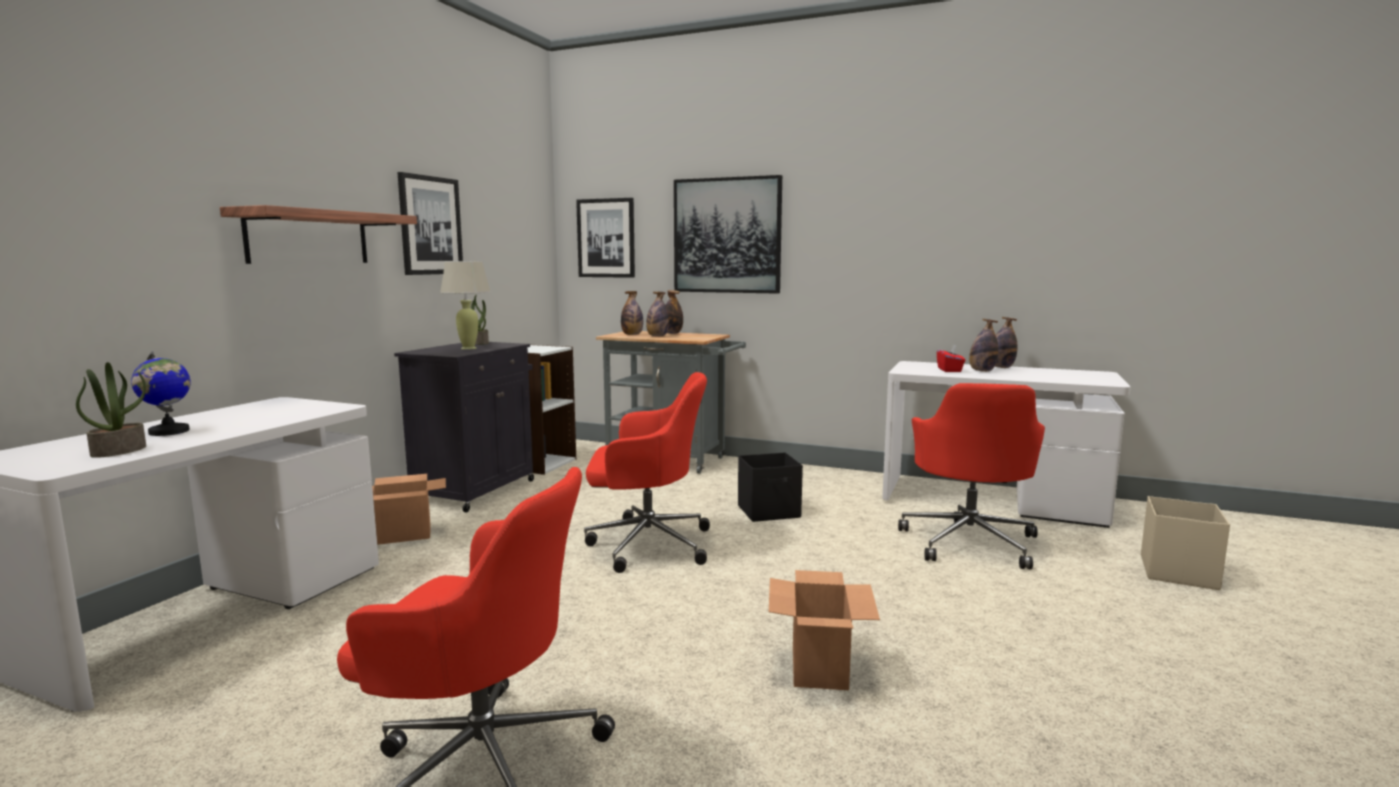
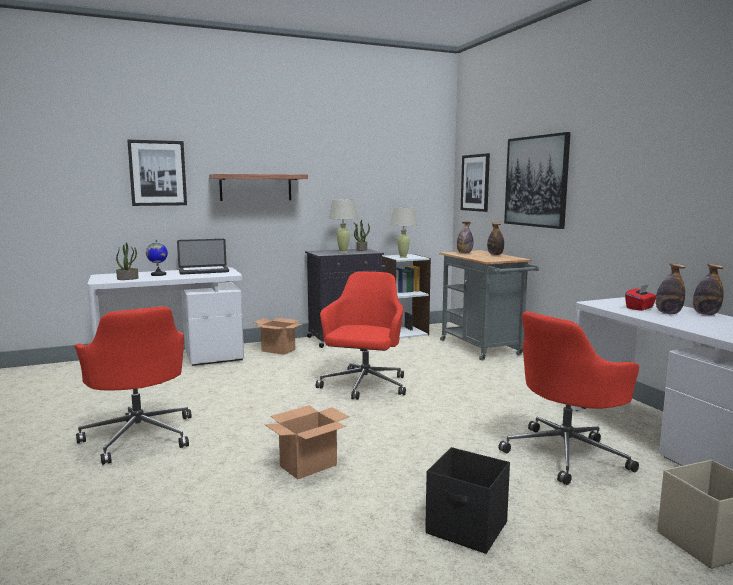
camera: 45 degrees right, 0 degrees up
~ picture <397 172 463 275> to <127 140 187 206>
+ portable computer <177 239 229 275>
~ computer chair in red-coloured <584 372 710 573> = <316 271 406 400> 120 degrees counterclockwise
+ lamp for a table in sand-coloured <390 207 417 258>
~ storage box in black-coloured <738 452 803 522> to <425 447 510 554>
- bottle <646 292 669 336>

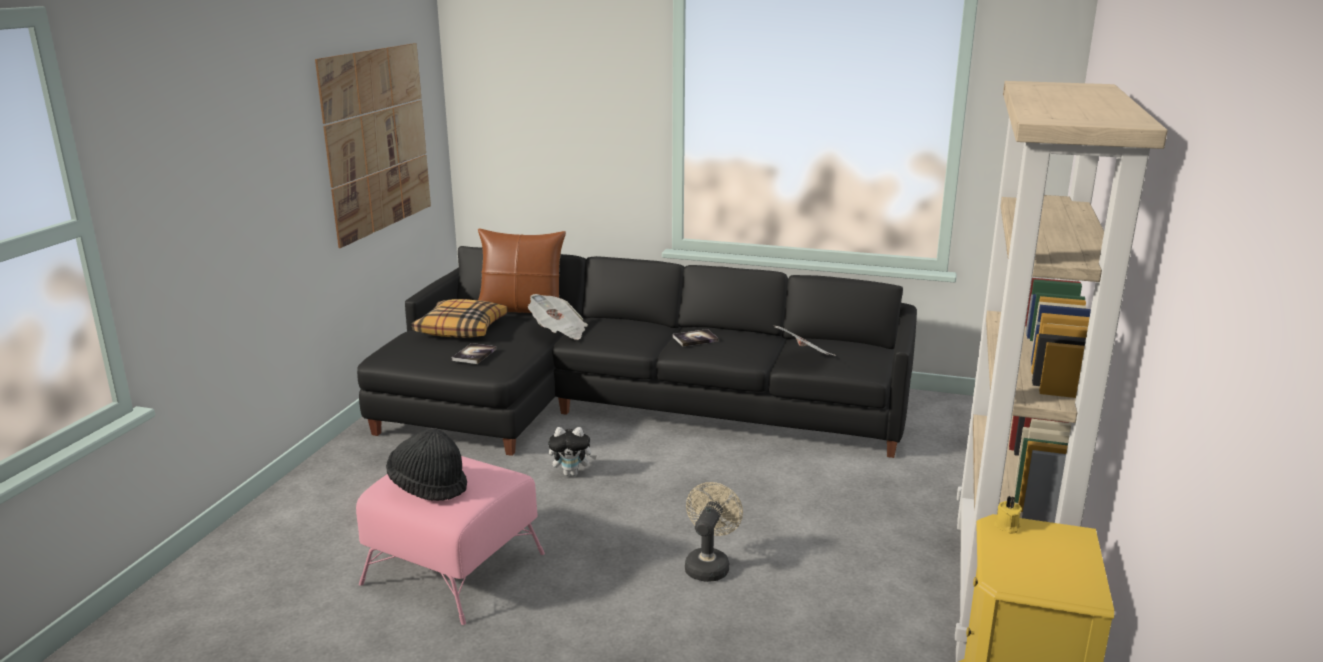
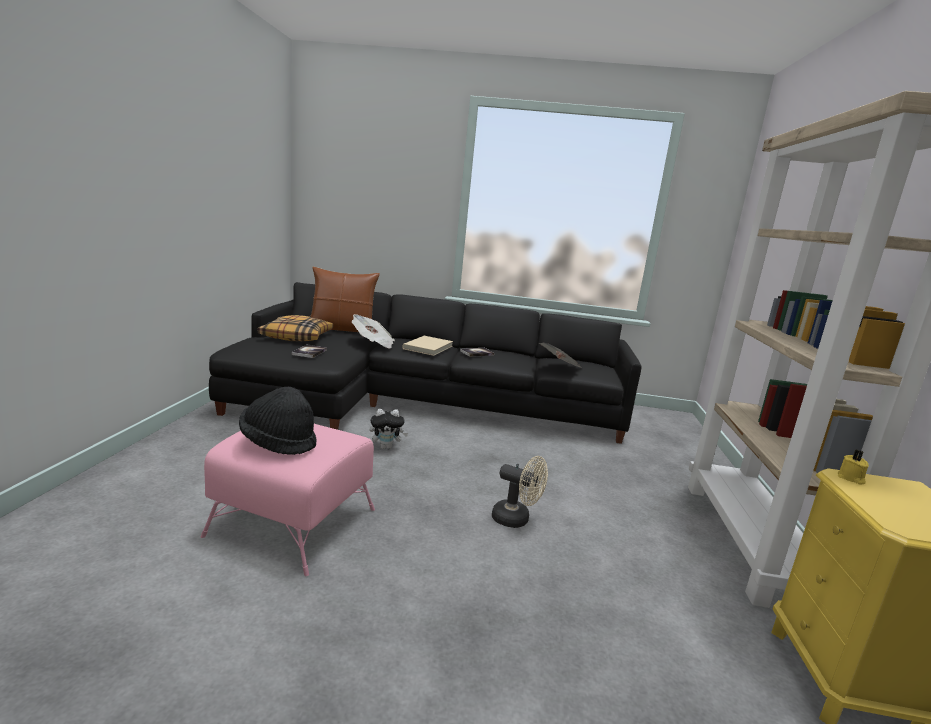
camera: 10 degrees left, 5 degrees down
+ bound book in sand-coloured <402 336 453 356>
~ cooling fan in sand-coloured <685 482 743 582> = <492 456 548 528> 105 degrees clockwise
- picture <315 43 431 248>

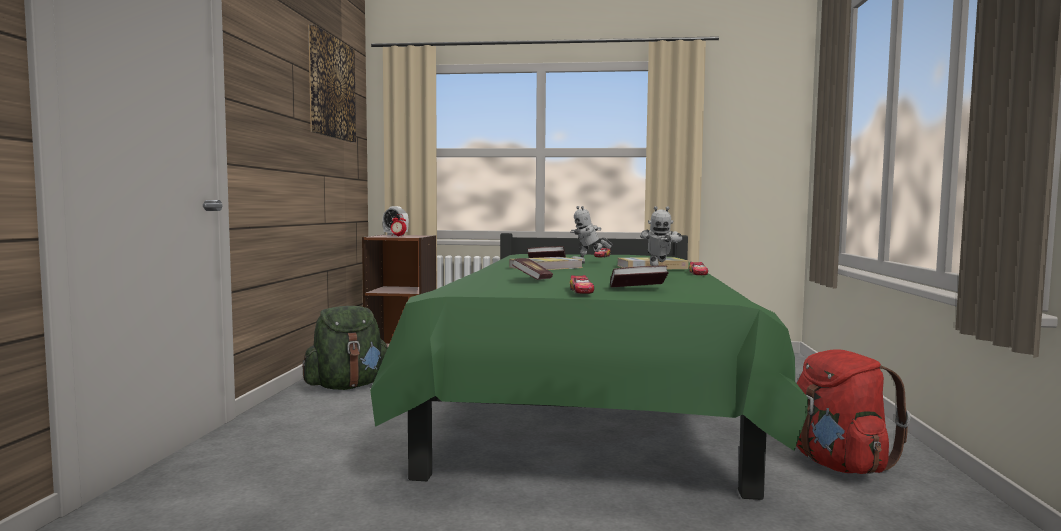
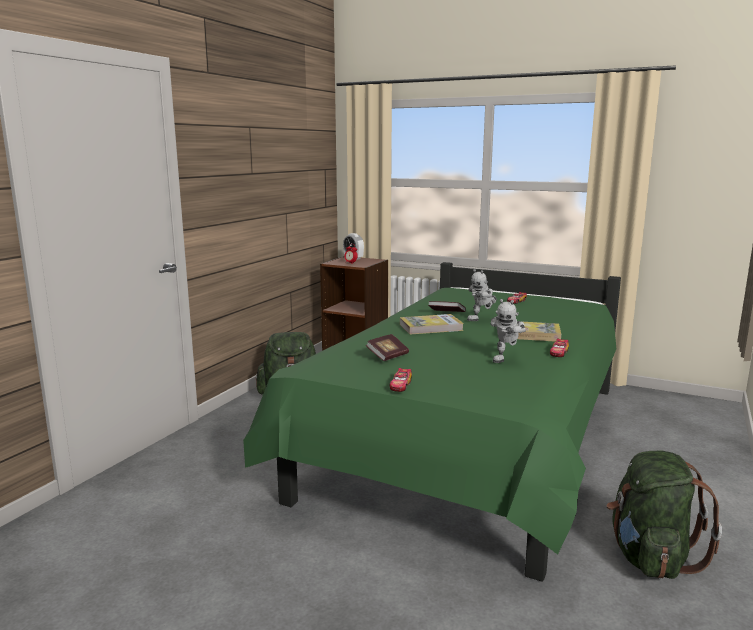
camera: 20 degrees right, 10 degrees up
~ model robot <570 206 613 264> = <467 269 497 321> 45 degrees counterclockwise
~ backpack in red-coloured <796 349 911 474> to backpack in green <607 451 722 579>
- picture <308 24 356 142>
- bound book <610 265 669 287>

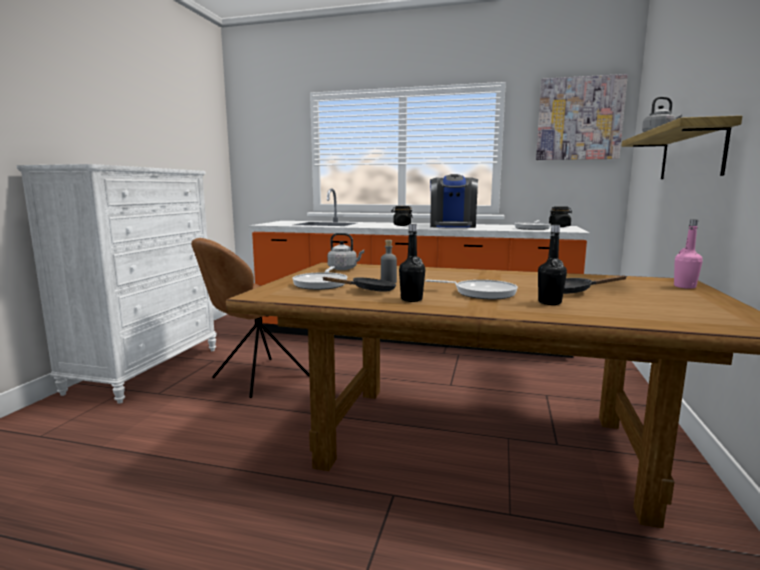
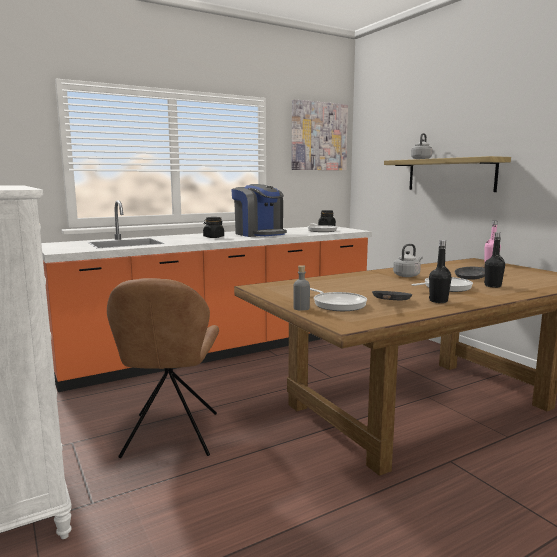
camera: 45 degrees left, 0 degrees up
~ bottle in greyish <381 240 397 283> to <293 265 310 311>
~ water kettle in greyish <327 233 364 270> to <393 244 423 277>

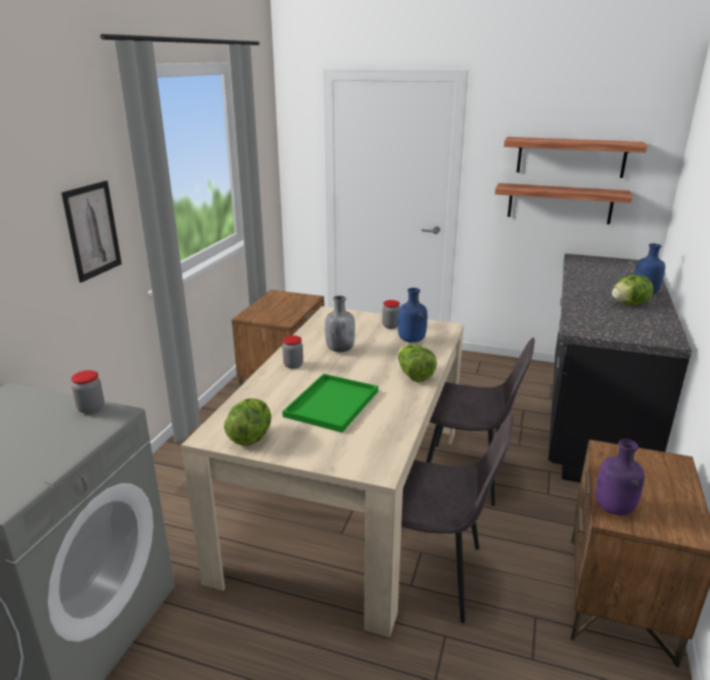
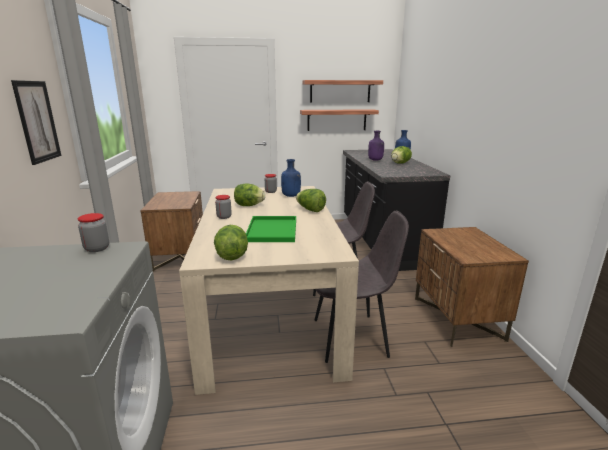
camera: 25 degrees left, 5 degrees down
~ bottle in greyish <325 296 355 352> to lettuce <234 183 265 206>
~ bottle in purplish <595 439 645 515> to <368 131 384 161>

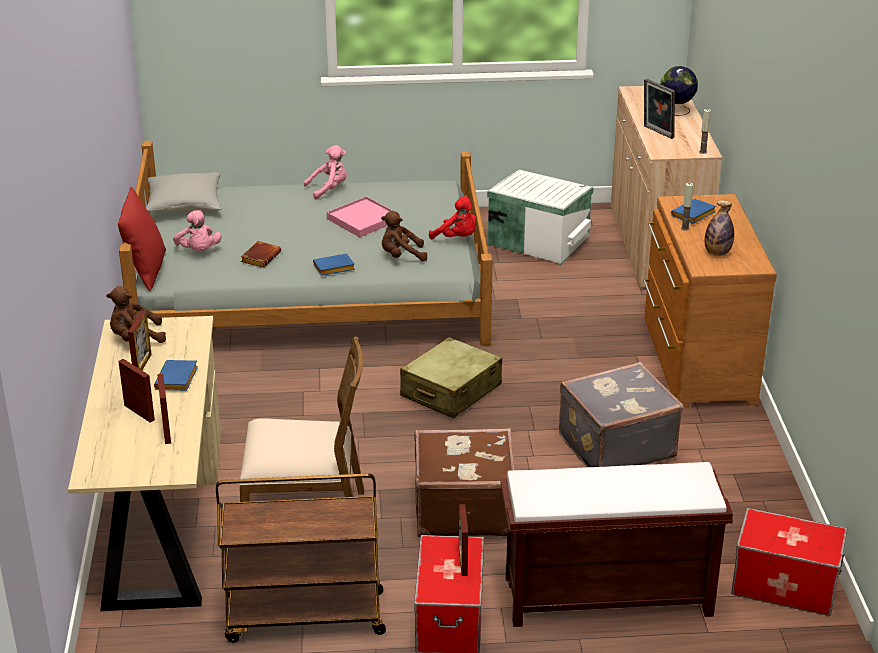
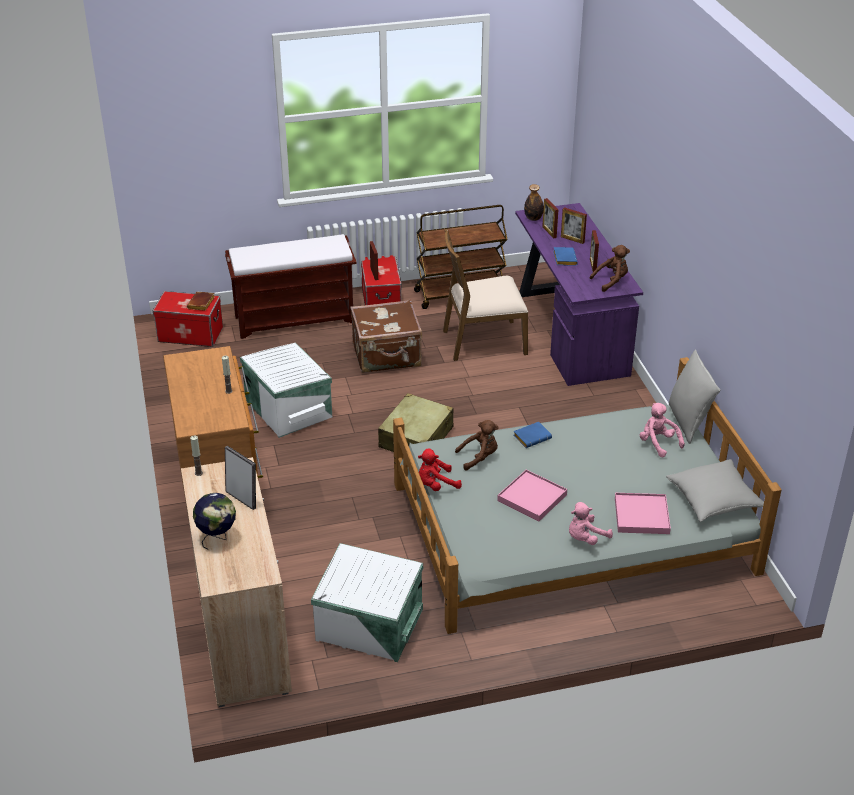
camera: 170 degrees right, 5 degrees up
~ bound book in brown <241 241 281 268> to <187 292 215 311>
~ travel case in greyish <559 362 683 467> to storage box in white <240 343 332 438>
~ plush toy in red-coloured <429 196 476 239> = <418 449 462 491> 45 degrees counterclockwise
~ desk in sand-coloured <68 316 221 611> to desk in purplish <515 203 643 386>
~ bottle <705 200 734 256> to <524 184 544 221>
+ carrying tray in pink-coloured <615 493 671 534>
~ throw pillow in red-coloured <118 187 166 291> to throw pillow in greyish <669 349 720 444>
- bound book in bluish <671 199 716 224>

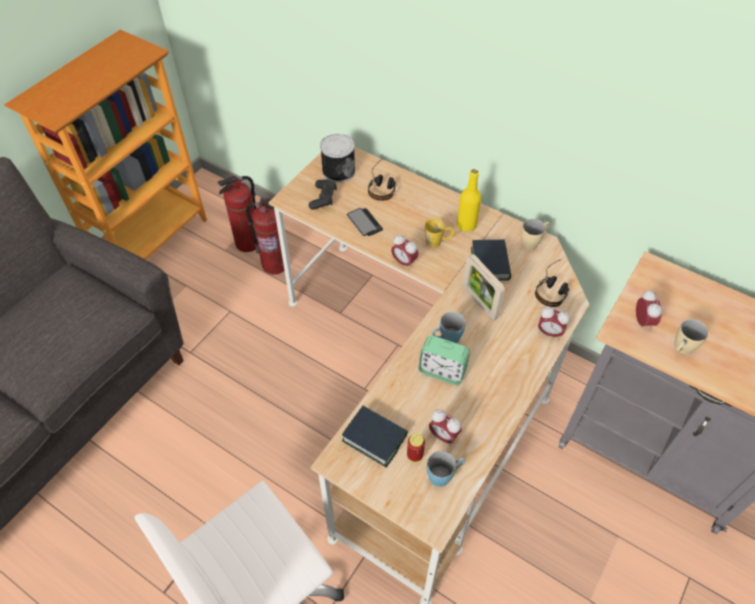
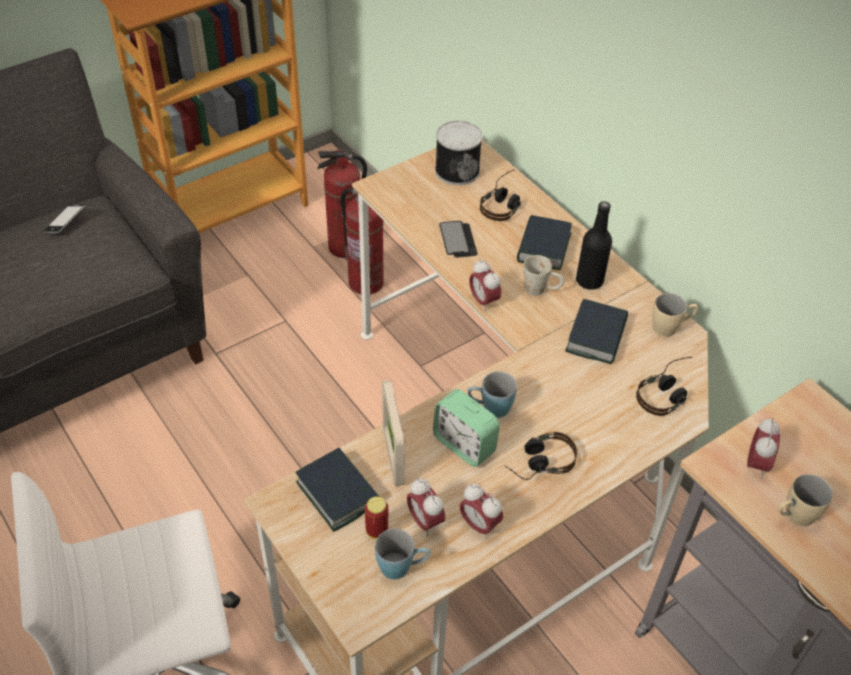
camera: 20 degrees right, 5 degrees down
+ phone <43 205 85 233>
~ picture frame <463 254 505 321> to <382 380 405 486>
~ table clock <538 307 570 340> to <460 484 503 539>
+ headset <504 432 577 480>
+ bound book <517 215 572 270>
~ coffee mug in yellowish <425 218 455 248> to coffee mug in white <524 255 564 296>
~ bottle in yellowish <457 169 481 232> to bottle in black-coloured <576 201 612 290>
- joypad in black-coloured <309 180 337 210>

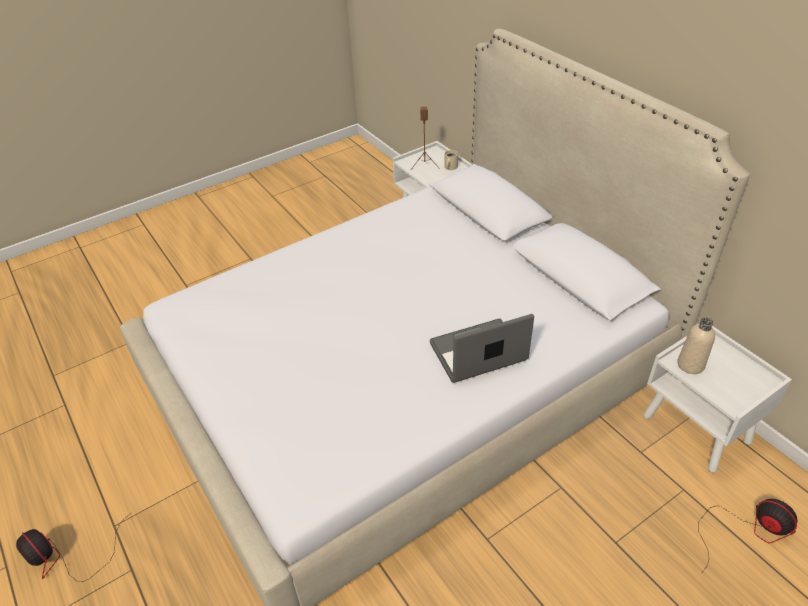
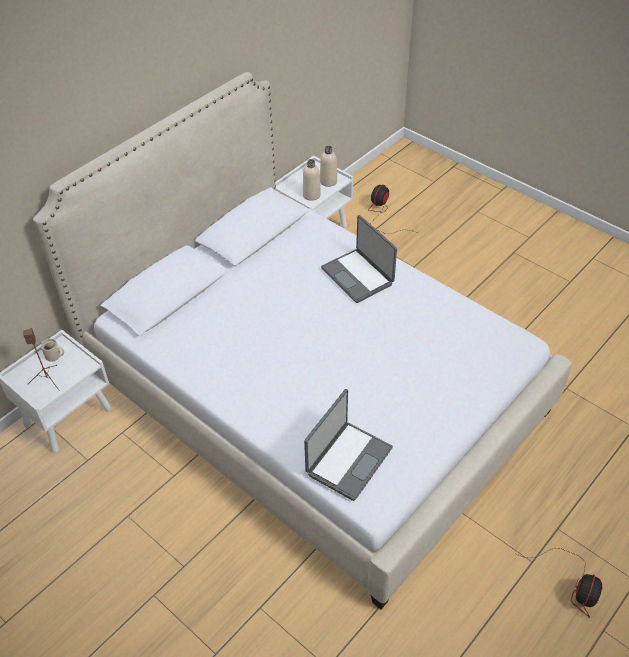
camera: 105 degrees left, 5 degrees up
+ portable computer <304 389 393 501>
+ bottle in sand-coloured <320 146 337 187>

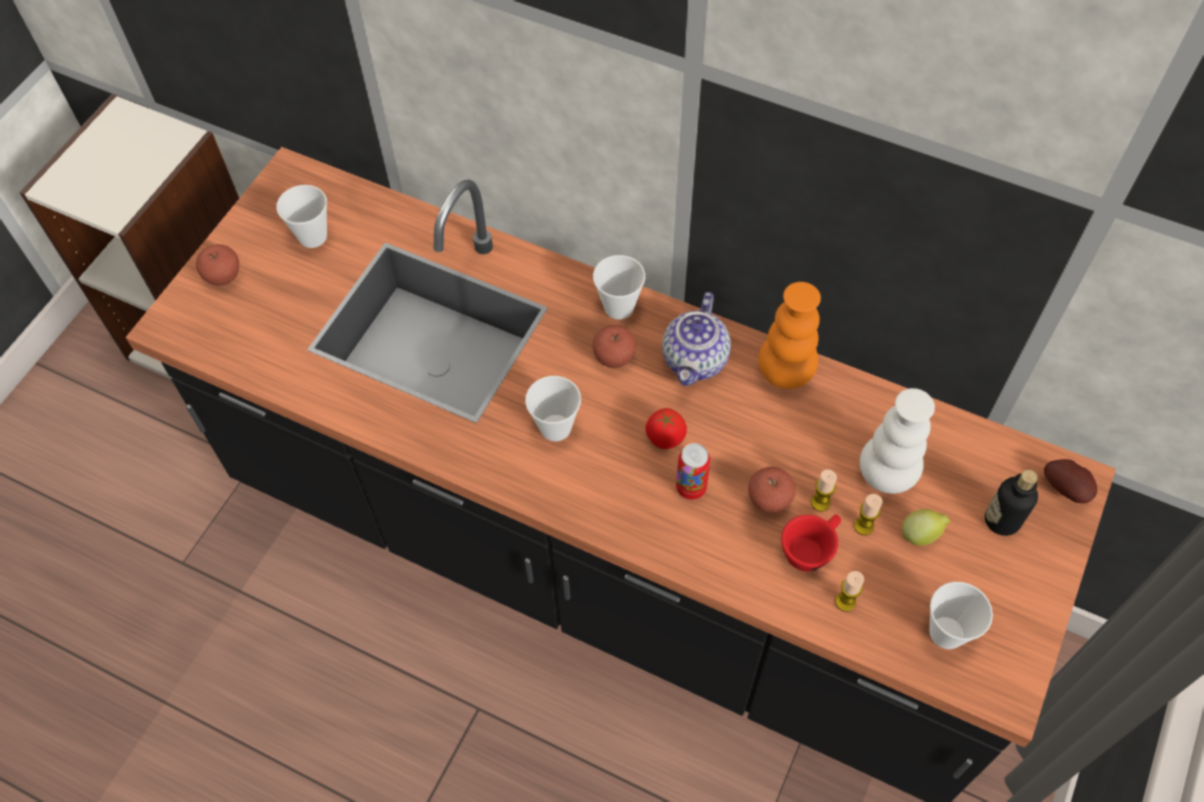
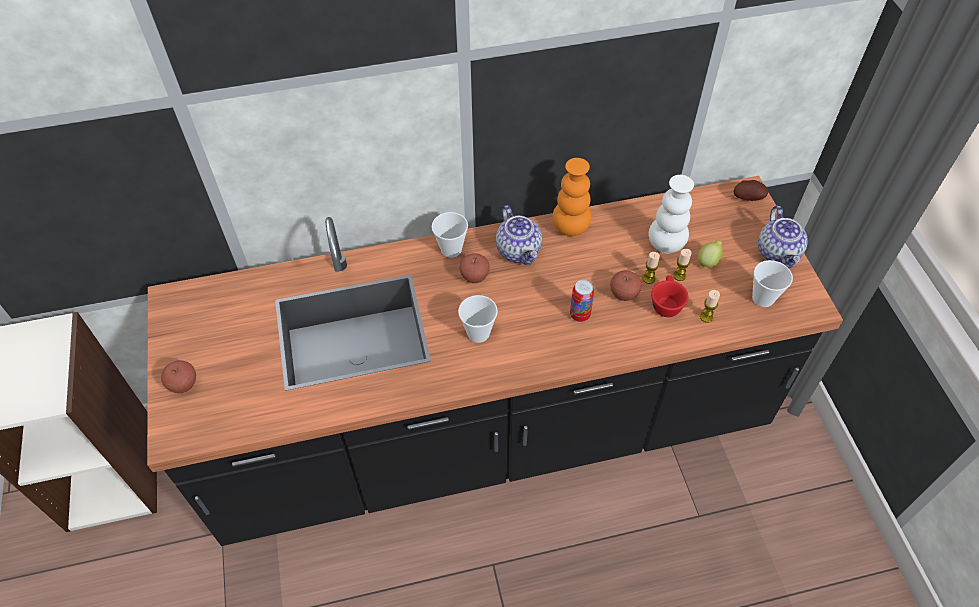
camera: 40 degrees left, 5 degrees down
+ tea pot <758 206 808 268>
- small cup <276 185 327 248>
- whole tomato <645 408 687 449>
- bottle <985 470 1038 536>

